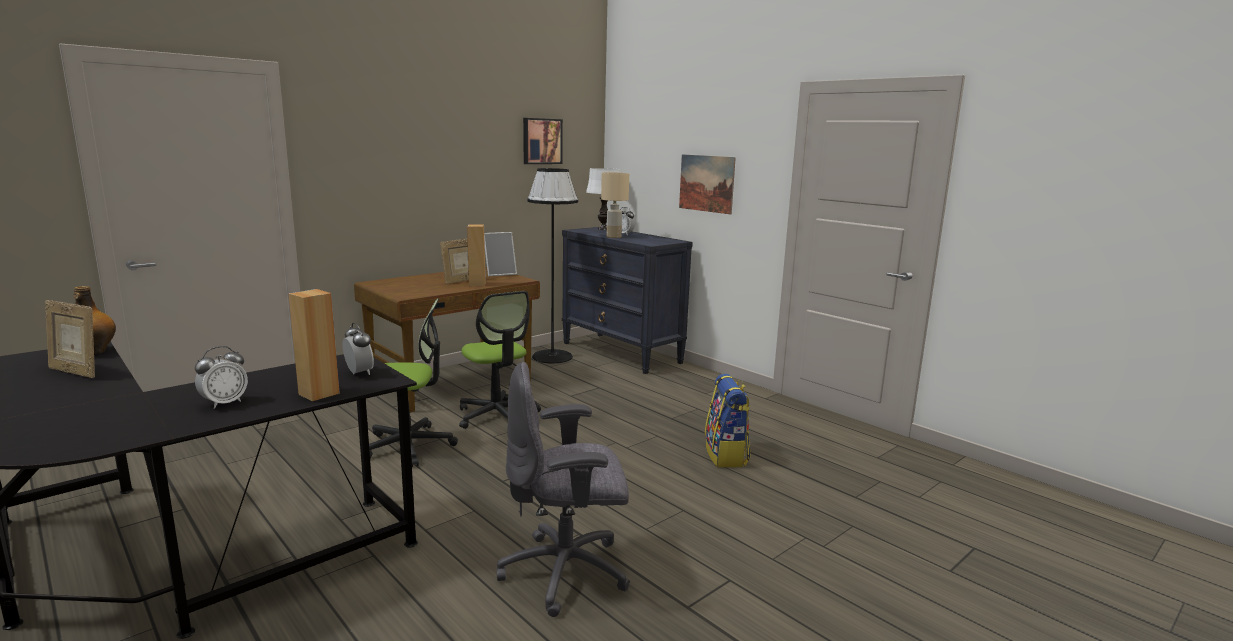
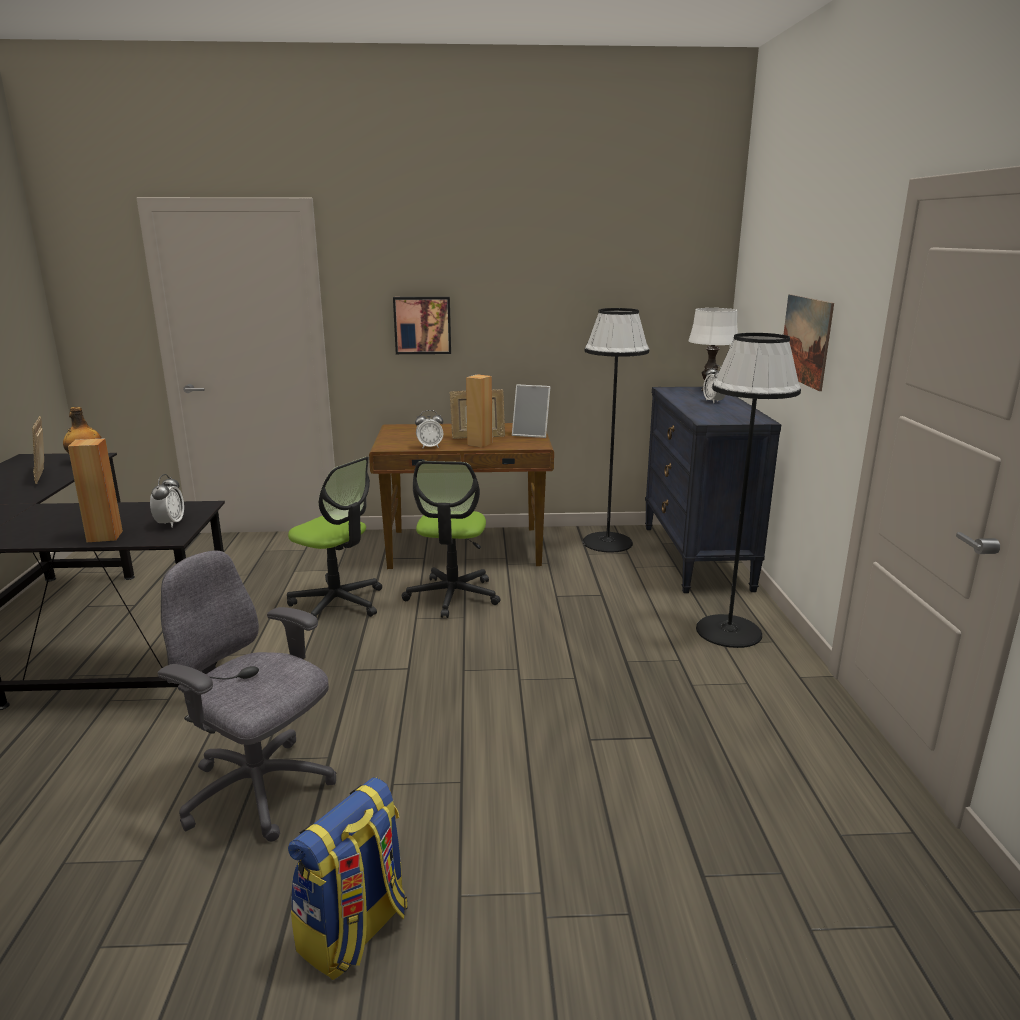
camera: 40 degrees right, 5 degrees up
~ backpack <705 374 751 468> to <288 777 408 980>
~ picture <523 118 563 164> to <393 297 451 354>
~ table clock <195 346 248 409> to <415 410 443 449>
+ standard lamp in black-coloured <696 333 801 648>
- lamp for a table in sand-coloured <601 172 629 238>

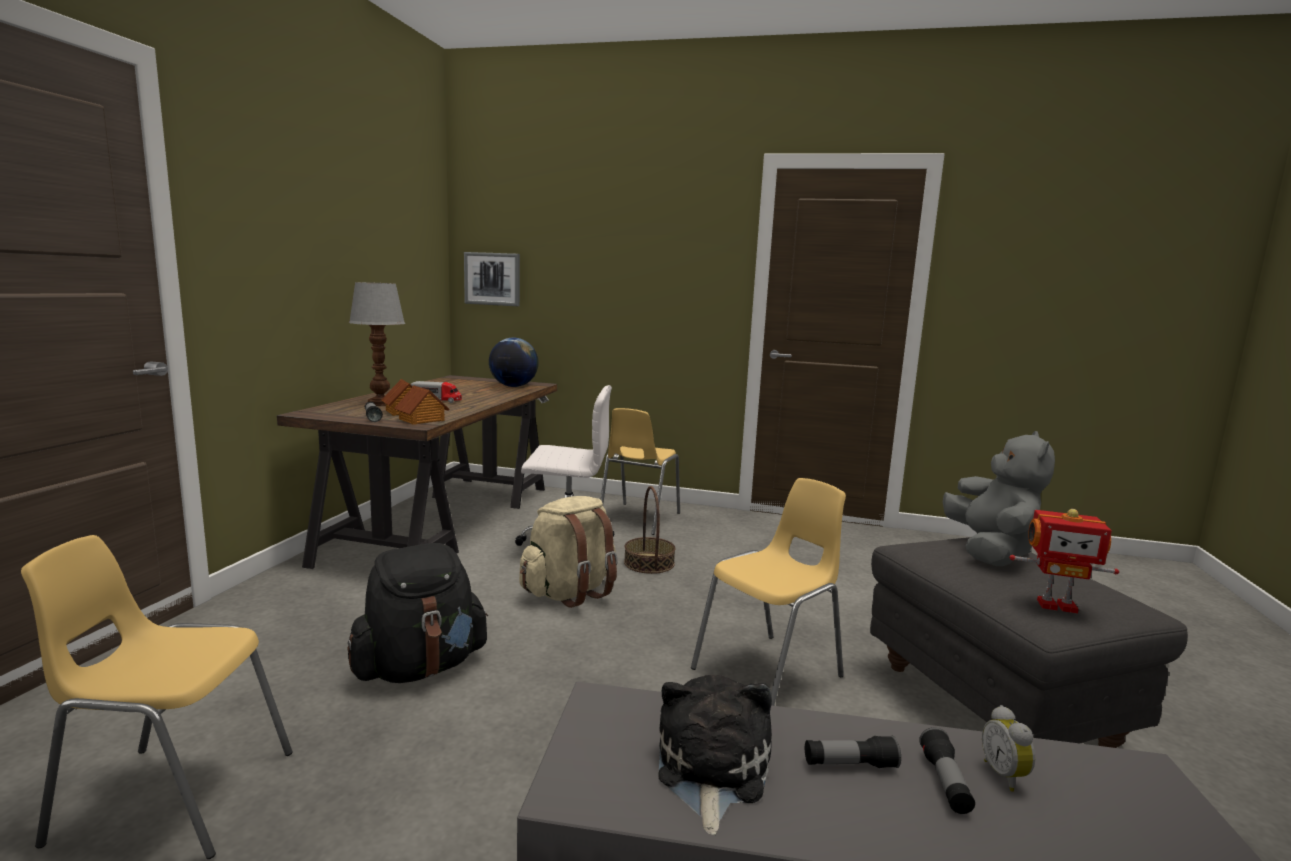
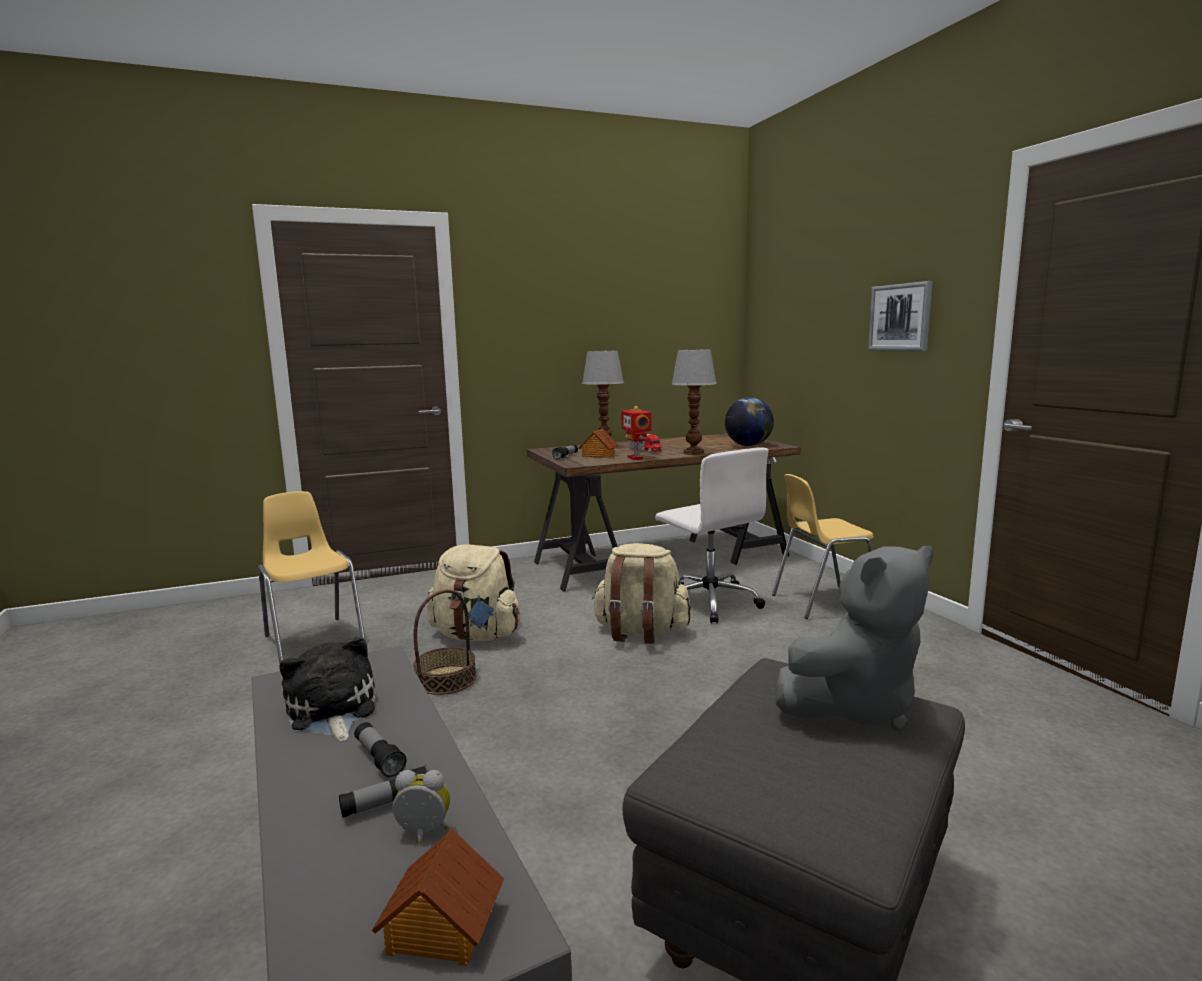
camera: 55 degrees right, 0 degrees up
~ plush toy <658 675 772 835> = <280 636 375 741> 90 degrees counterclockwise
~ model house <394 385 449 425> to <372 828 504 966>
~ table clock <982 705 1035 792> = <393 770 450 844> 45 degrees clockwise
~ household basket <624 486 676 574> to <413 589 477 695>
~ backpack in black-coloured <347 543 488 683> to backpack in sand-coloured <427 544 520 641>
~ model robot <1009 509 1119 614> to <621 406 652 460>
+ lamp for a table <672 349 717 455>
~ picture <464 252 520 306> to <868 281 933 351>
- chair in yellowish <691 478 846 706>

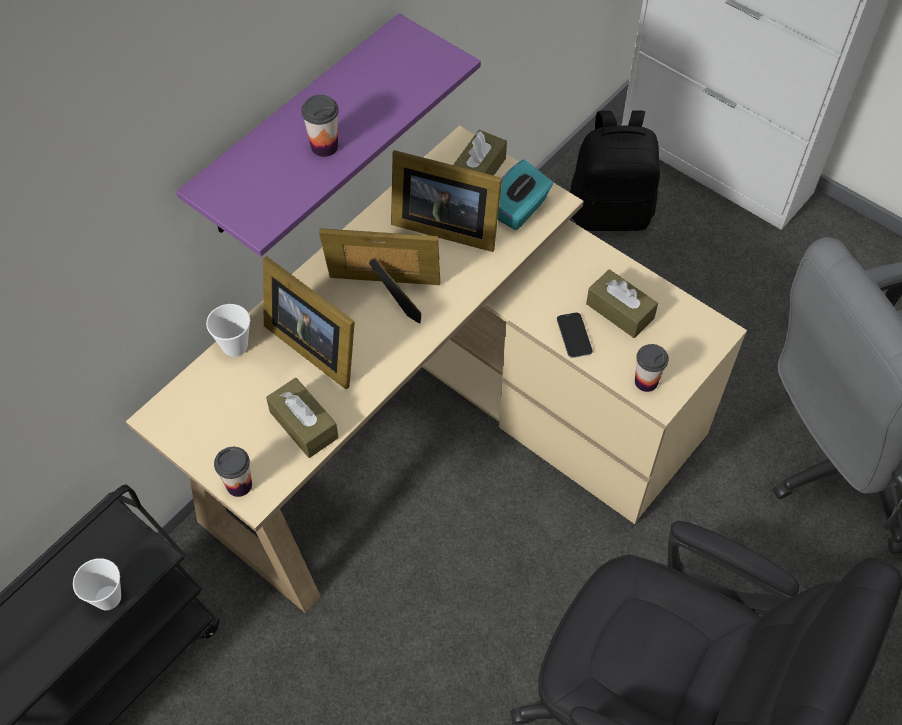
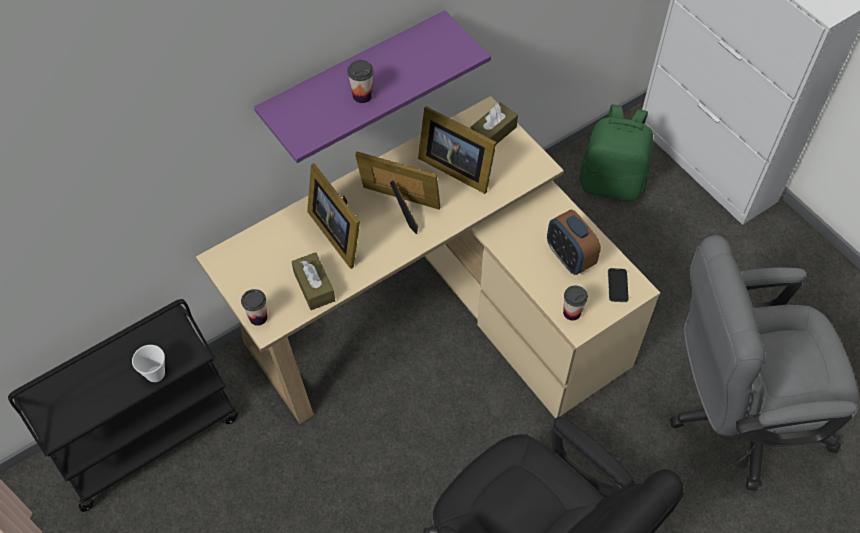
camera: 15 degrees right, 0 degrees up
~ tissue box in brown <586 269 658 338> to table clock <547 210 601 275>
~ backpack in black-coloured <570 111 660 231> to backpack in green <580 104 653 202>
~ phone <557 312 593 358> to <608 268 629 302>
- small cup <206 304 250 357>
- tissue box in blue-green <498 160 553 230>

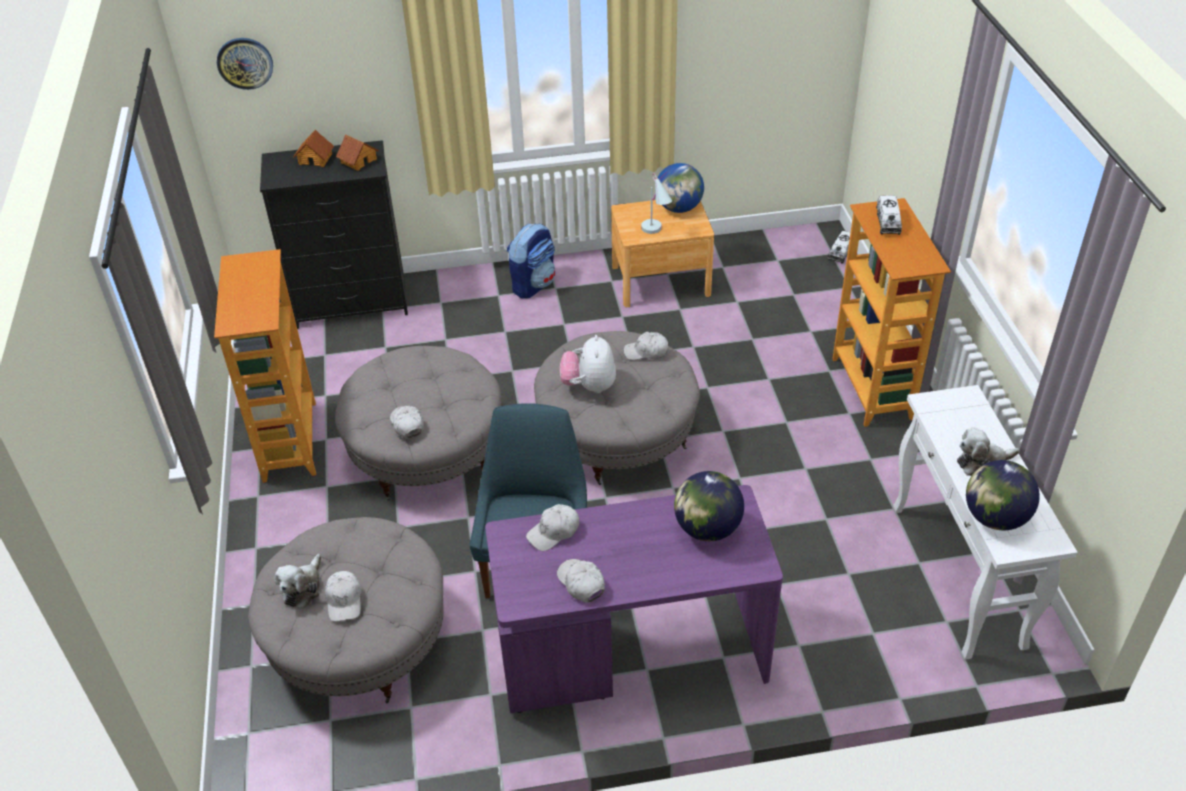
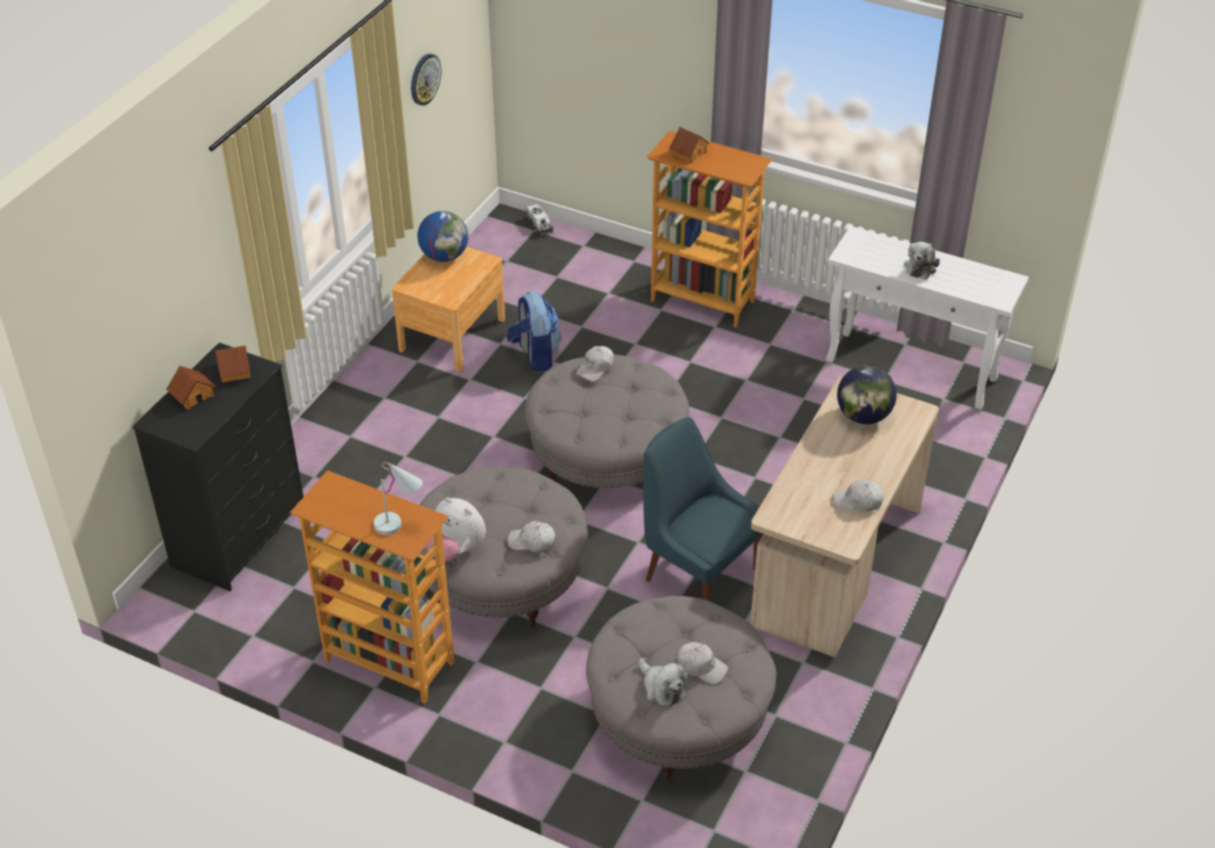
camera: 55 degrees left, 0 degrees up
~ lamp for a table in white <641 173 672 234> to <374 462 423 535>
~ wall clock <217 38 273 90> to <411 54 442 106>
~ plush toy <560 335 616 393> to <425 497 486 562>
~ backpack <507 223 555 299> to <506 291 561 371>
~ toy truck <876 195 902 235> to model house <669 127 710 163>
~ desk in purplish <485 485 783 713> to desk in sand-coloured <750 376 939 657>
- peaked cap in white <526 504 579 551>
- globe <966 460 1040 530>

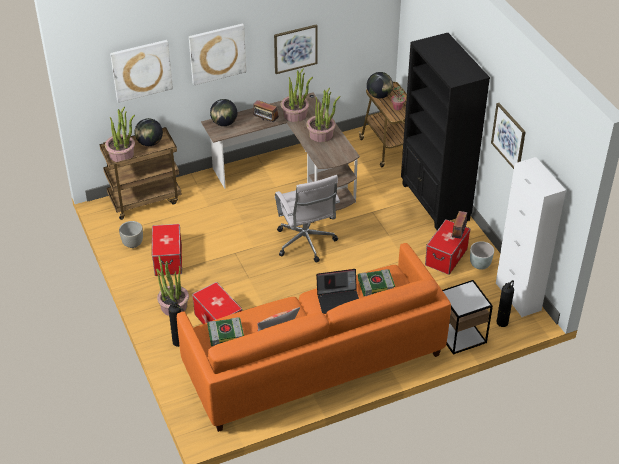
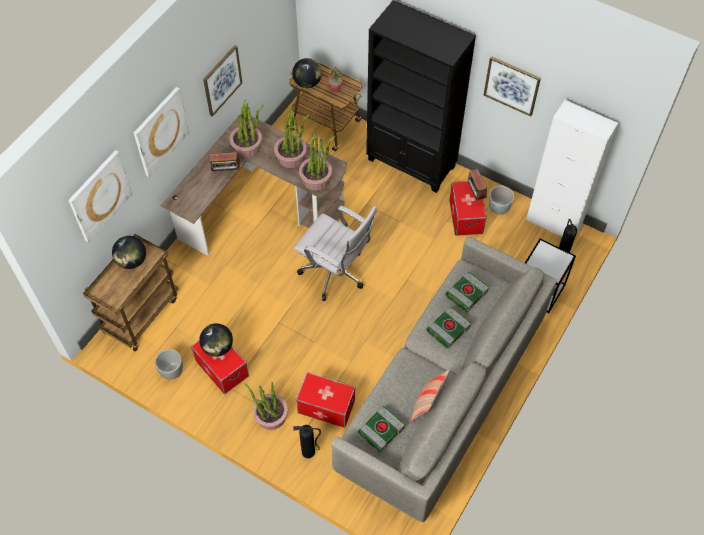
camera: 35 degrees left, 15 degrees up
~ globe <210 99 237 126> to <199 323 233 357>
~ plant in a pot <105 107 135 162> to <299 132 335 191>
~ settee in orange <177 243 451 432> to settee in greyish <332 237 557 522>
~ portable computer <316 269 359 314> to bound book <427 307 471 349>

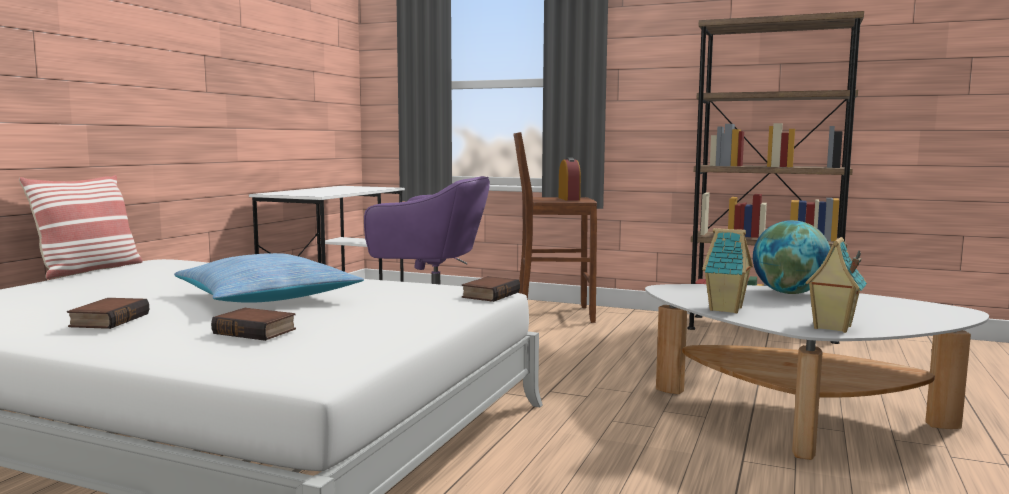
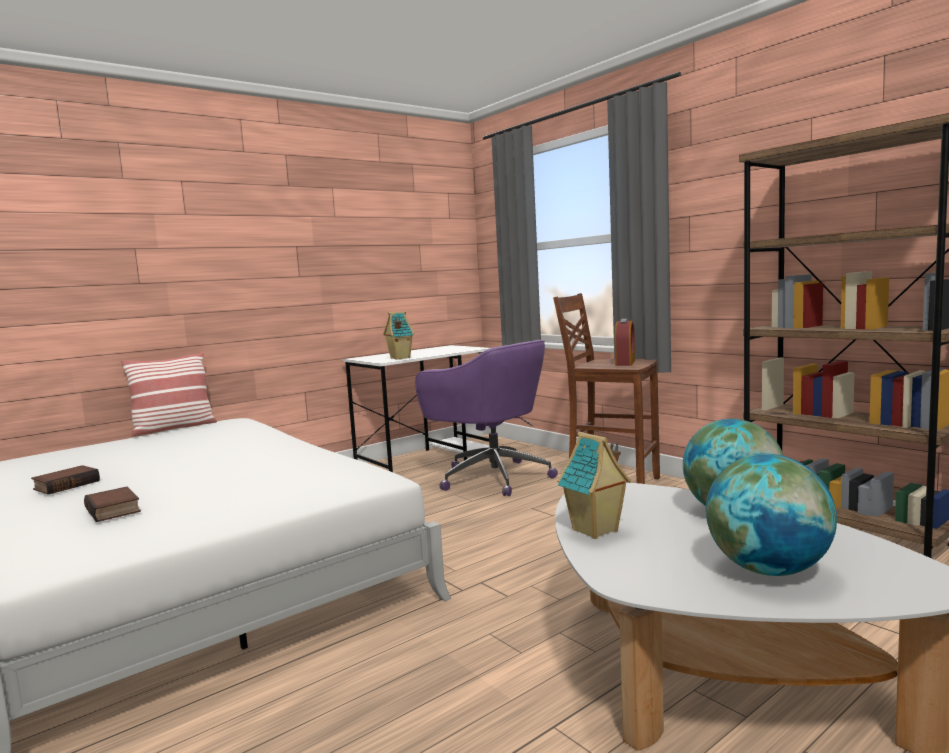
camera: 30 degrees right, 0 degrees up
~ model house <804 237 867 333> to <383 311 414 360>
+ globe <706 454 837 576>
- throw pillow <174 253 364 303>
- bound book <462 276 520 302>

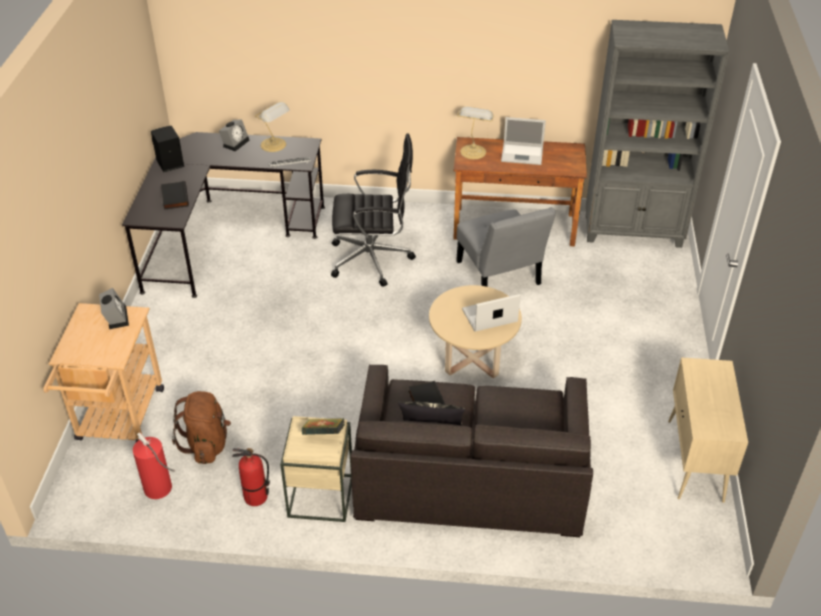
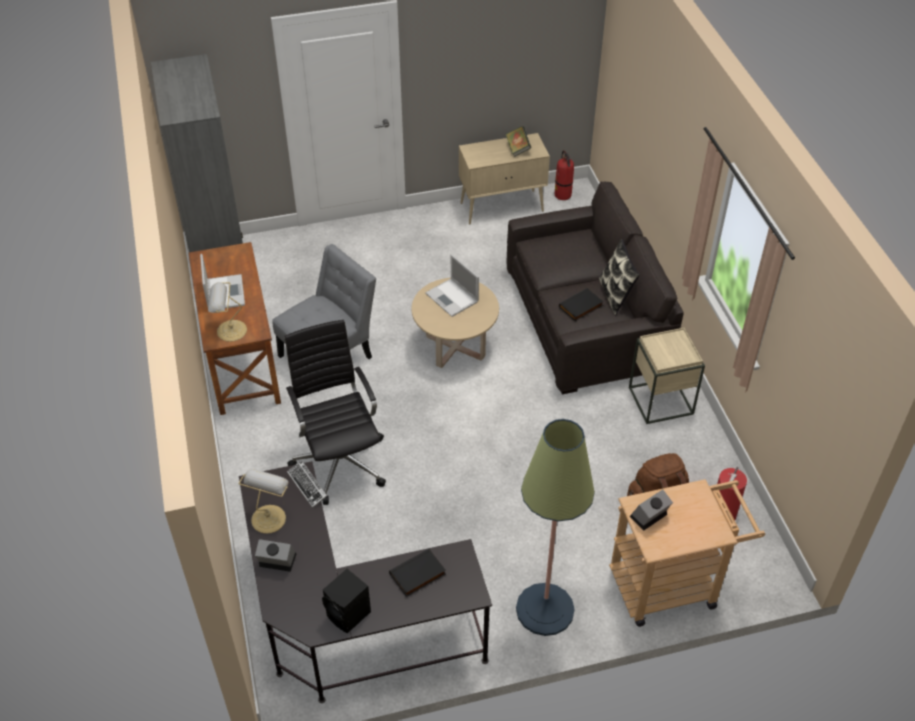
camera: 110 degrees left, 5 degrees up
~ bound book <302 418 345 435> to <505 126 531 157>
+ standard lamp <516 419 595 636>
~ fire extinguisher <232 448 270 506> to <555 150 574 200>

